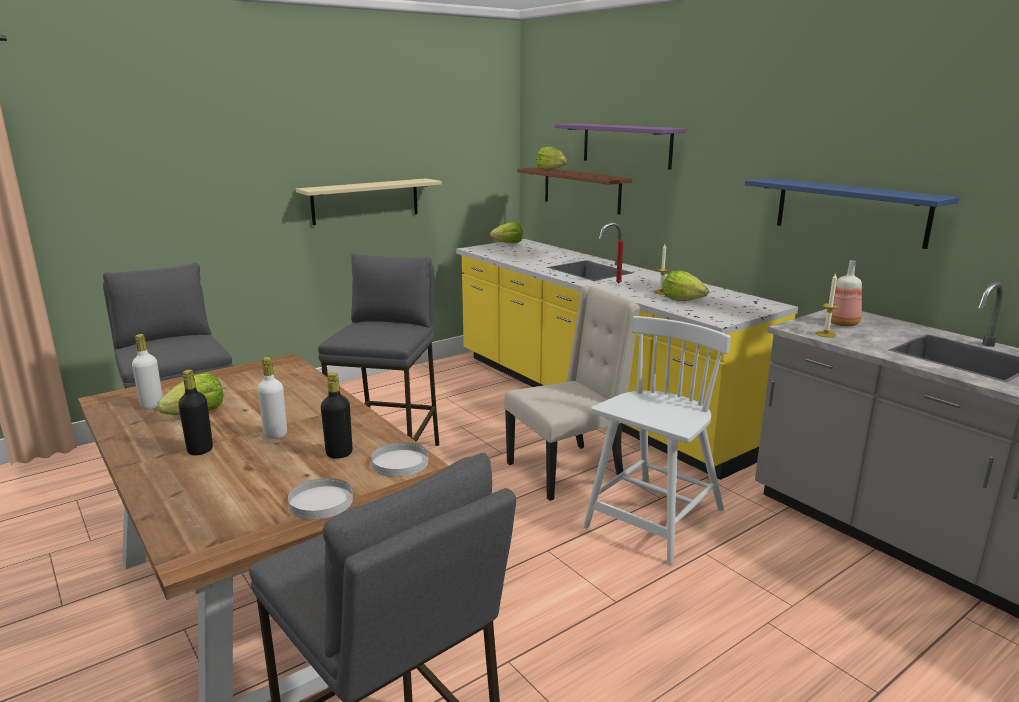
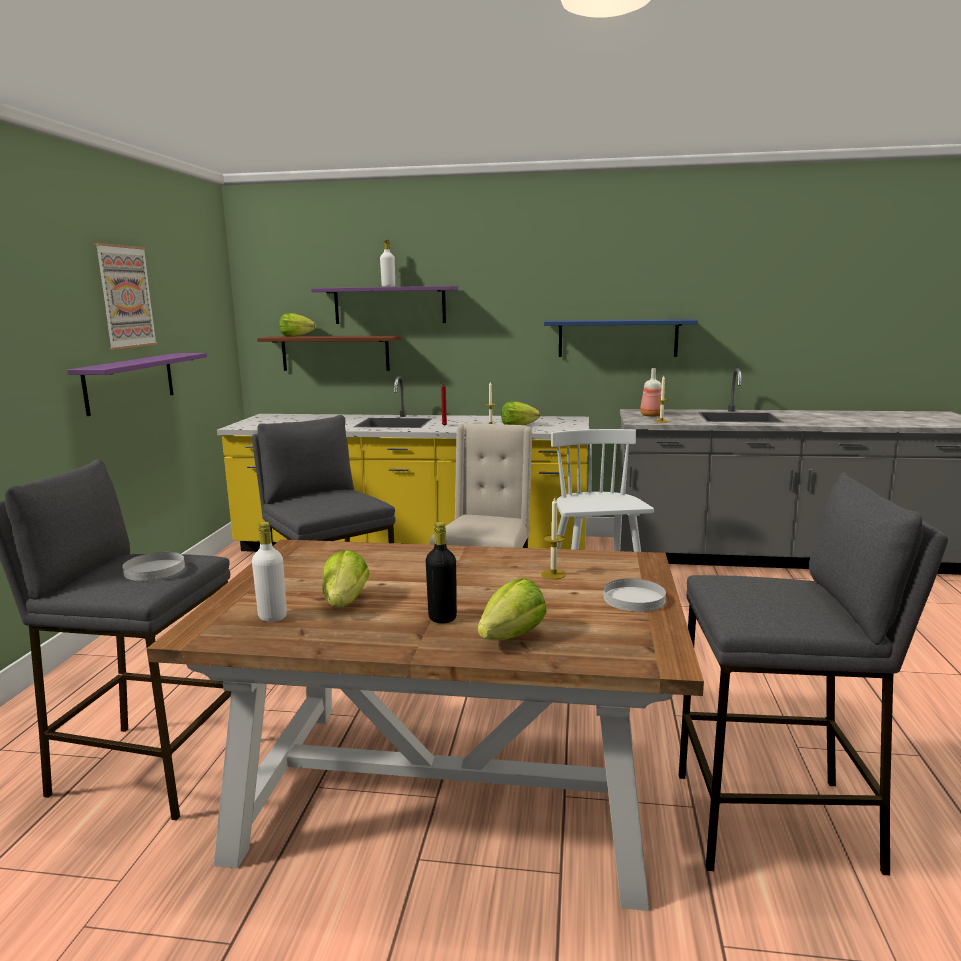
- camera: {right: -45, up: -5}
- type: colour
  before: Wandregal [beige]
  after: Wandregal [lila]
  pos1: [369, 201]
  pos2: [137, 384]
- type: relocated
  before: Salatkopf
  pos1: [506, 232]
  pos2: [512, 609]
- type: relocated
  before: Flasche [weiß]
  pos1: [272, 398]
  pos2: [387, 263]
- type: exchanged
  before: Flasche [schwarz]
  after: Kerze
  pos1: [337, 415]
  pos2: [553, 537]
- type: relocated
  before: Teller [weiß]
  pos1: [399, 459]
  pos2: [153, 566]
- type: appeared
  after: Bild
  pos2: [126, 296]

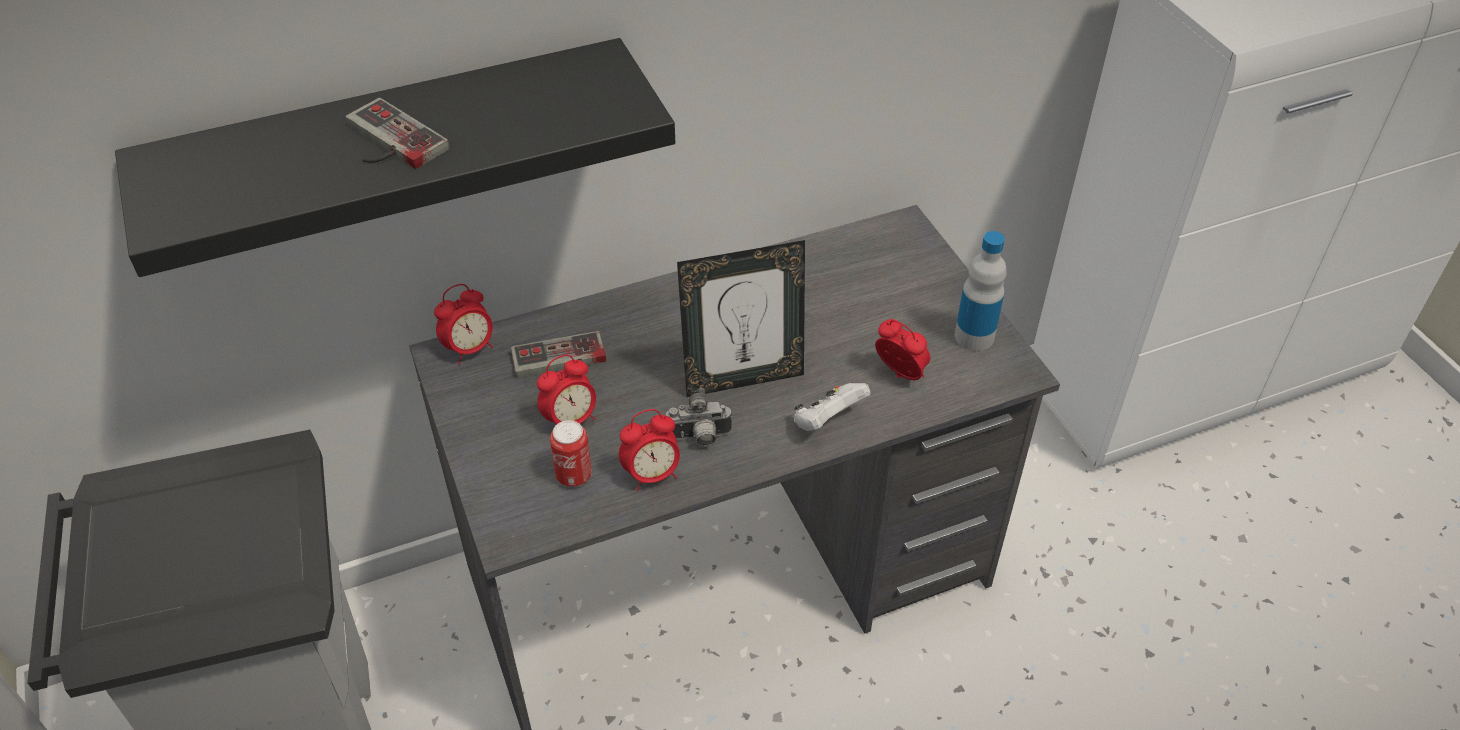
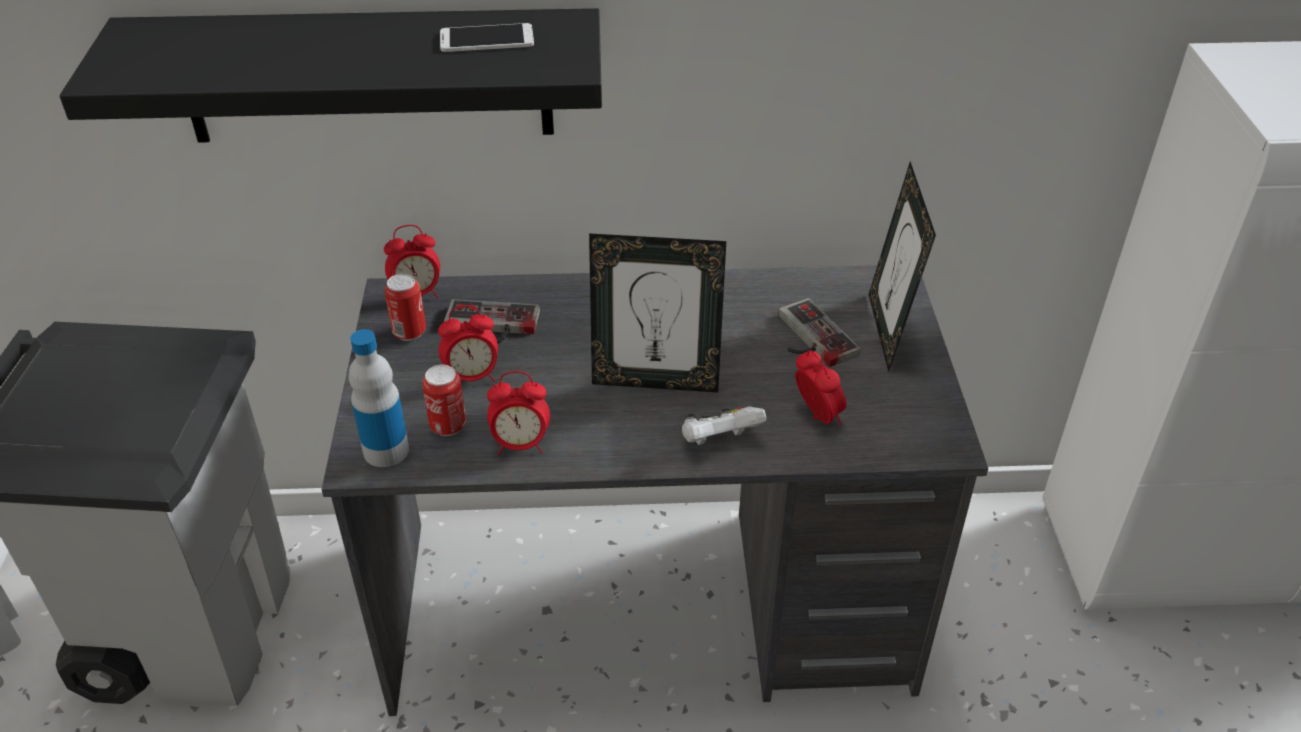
- camera: {right: 20, up: -5}
- type: relocated
  before: Gamepad
  pos1: [398, 133]
  pos2: [819, 332]
- type: relocated
  before: Flasche
  pos1: [981, 291]
  pos2: [379, 398]
- type: missing
  before: Kamera
  pos1: [698, 417]
- type: appeared
  after: Handy
  pos2: [487, 37]
- type: appeared
  after: Bilderrahmen
  pos2: [902, 266]
- type: appeared
  after: Dose
  pos2: [405, 307]

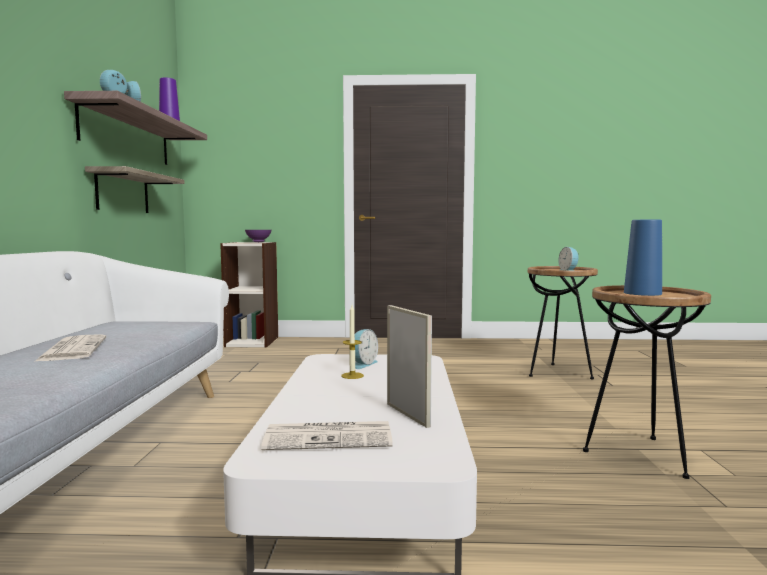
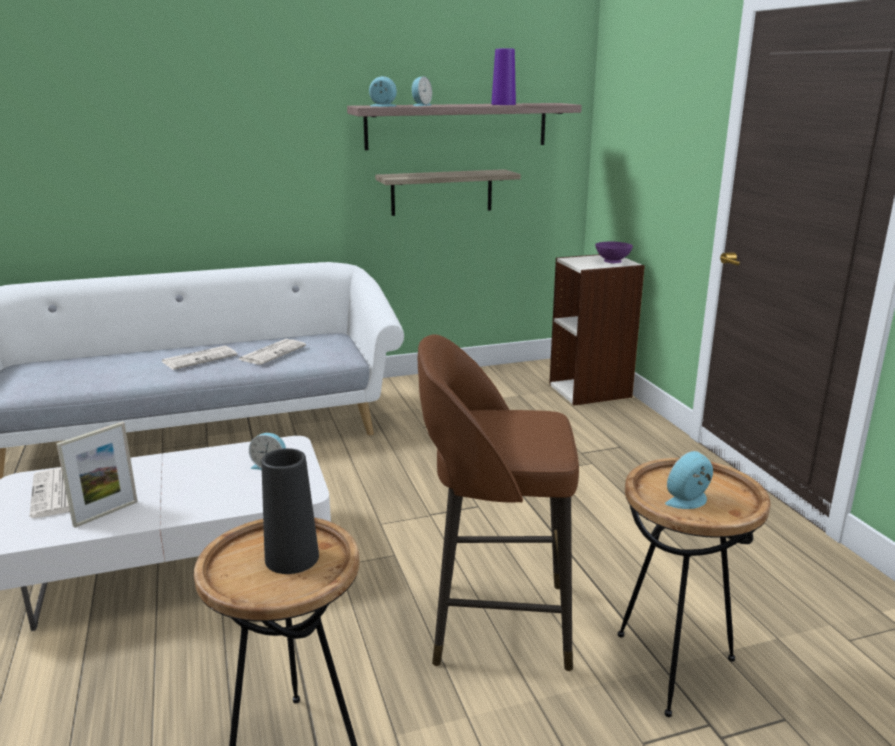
- camera: {right: 70, up: 15}
- type: colour
  before: Vase [blau]
  after: Vase [schwarz]
  pos1: [643, 257]
  pos2: [290, 511]
- type: missing
  before: Kerze
  pos1: [352, 342]
- type: appeared
  after: Hocker [braun]
  pos2: [498, 502]
- type: appeared
  after: Zeitung
  pos2: [271, 352]

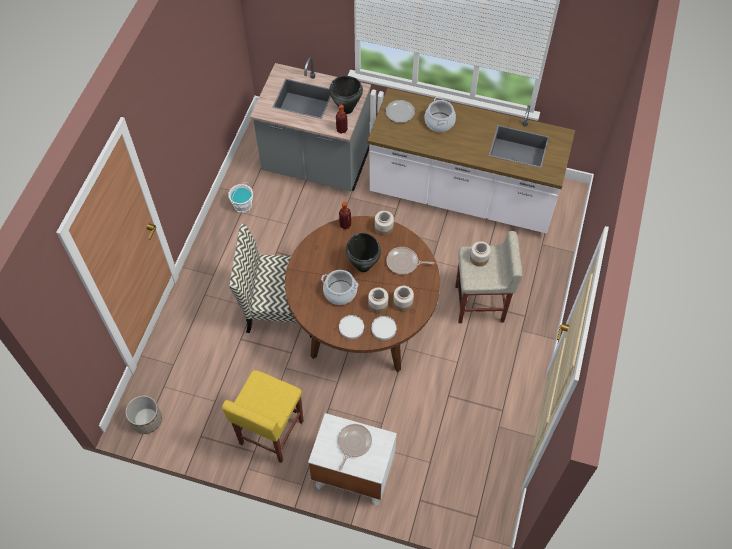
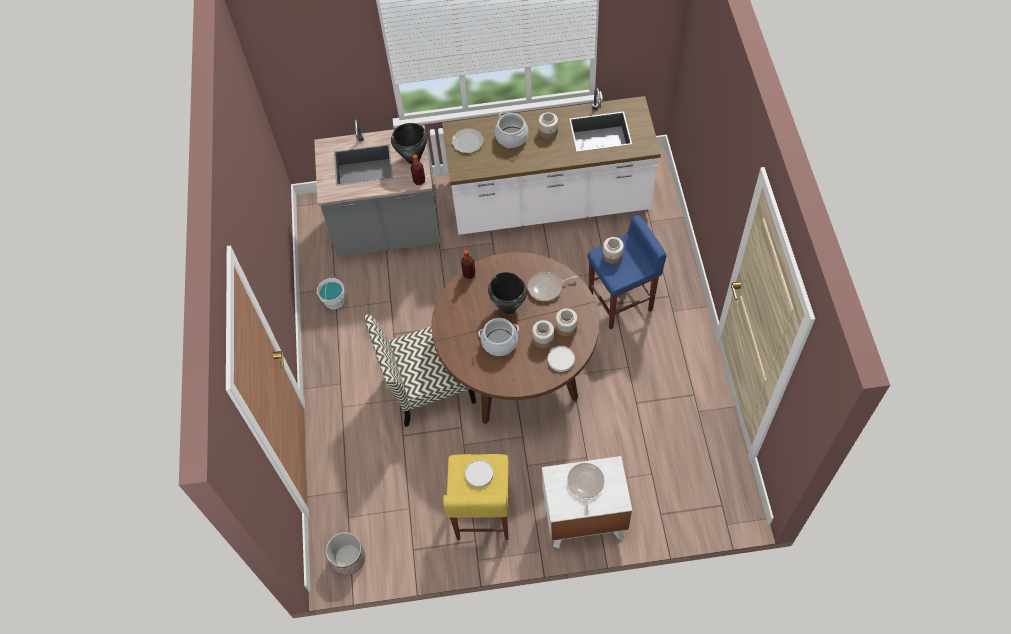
- camera: {right: -20, up: 0}
- type: relocated
  before: Vorratsglas
  pos1: [384, 223]
  pos2: [548, 125]
- type: colour
  before: Hocker [beige]
  after: Hocker [blau]
  pos1: [488, 277]
  pos2: [627, 272]
- type: relocated
  before: Teller [weiß]
  pos1: [351, 327]
  pos2: [479, 474]

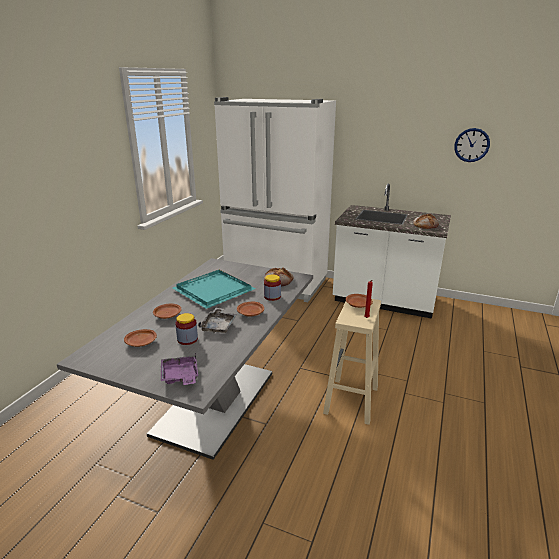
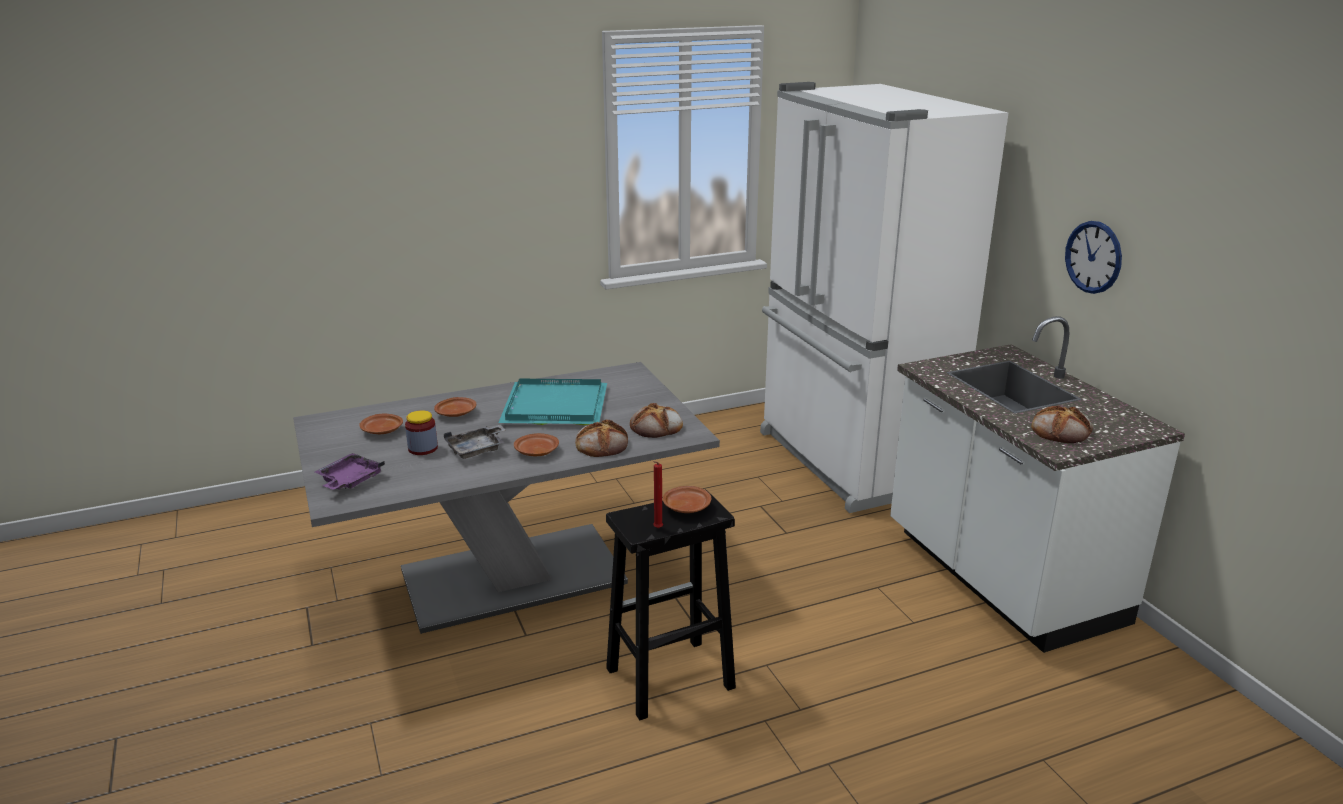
- camera: {right: 45, up: 0}
- type: relocated
  before: Wanduhr
  pos1: [472, 145]
  pos2: [1093, 257]
- type: exchanged
  before: Vorratsglas
  after: Brot
  pos1: [272, 287]
  pos2: [601, 438]
- type: colour
  before: Hocker [beige]
  after: Hocker [schwarz]
  pos1: [352, 362]
  pos2: [671, 604]

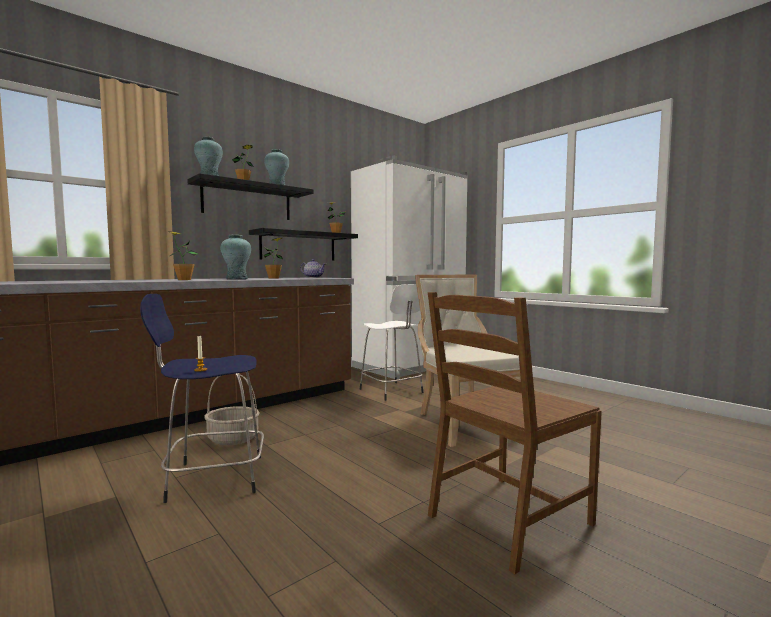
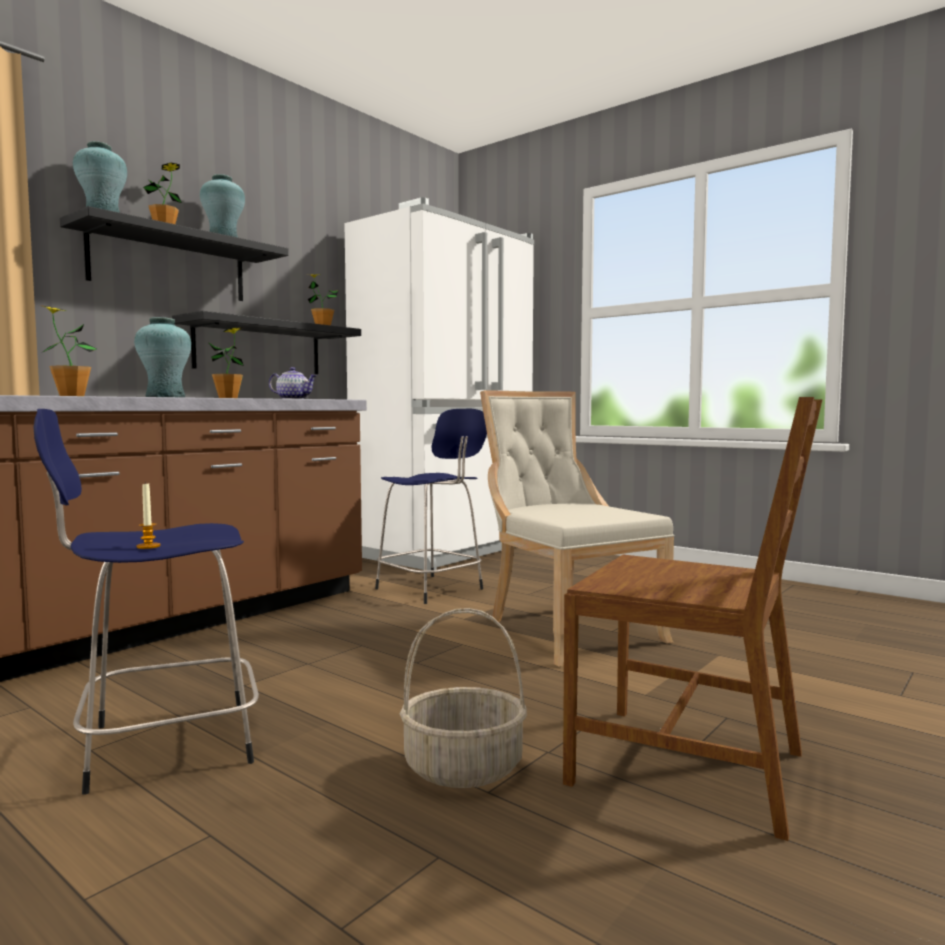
- camera: {right: -10, up: 0}
- type: colour
  before: Hocker [weiß]
  after: Hocker [blau]
  pos1: [392, 342]
  pos2: [431, 506]
- type: spun
  before: Stuhl [braun]
  pos1: [515, 433]
  pos2: [692, 619]
  turn: -105
- type: relocated
  before: Korb
  pos1: [232, 409]
  pos2: [463, 698]

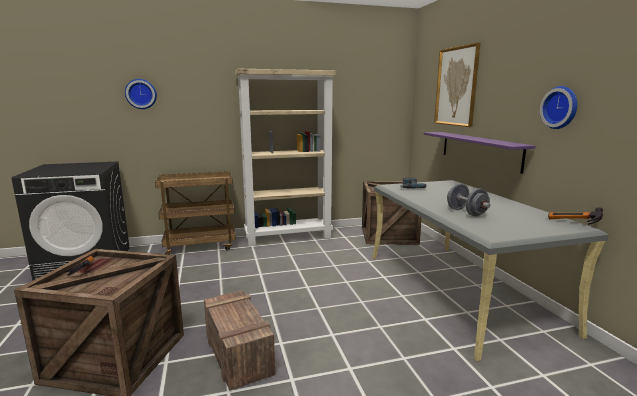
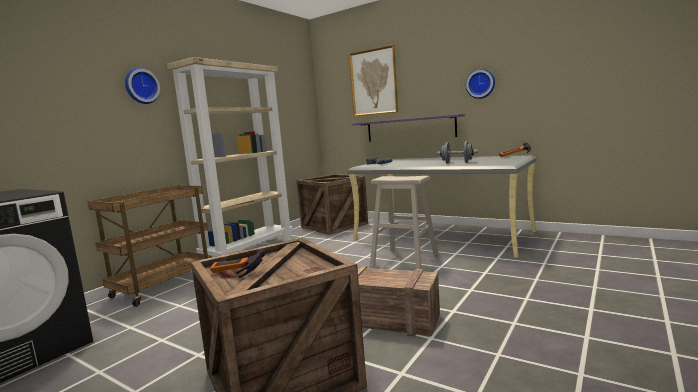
- camera: {right: -40, up: -5}
- type: relocated
  before: Wanduhr
  pos1: [141, 94]
  pos2: [142, 86]
- type: appeared
  after: Hocker [beige]
  pos2: [404, 222]

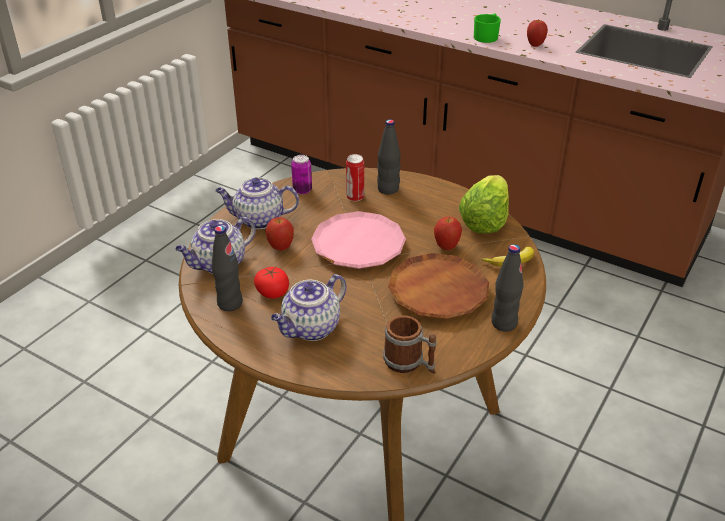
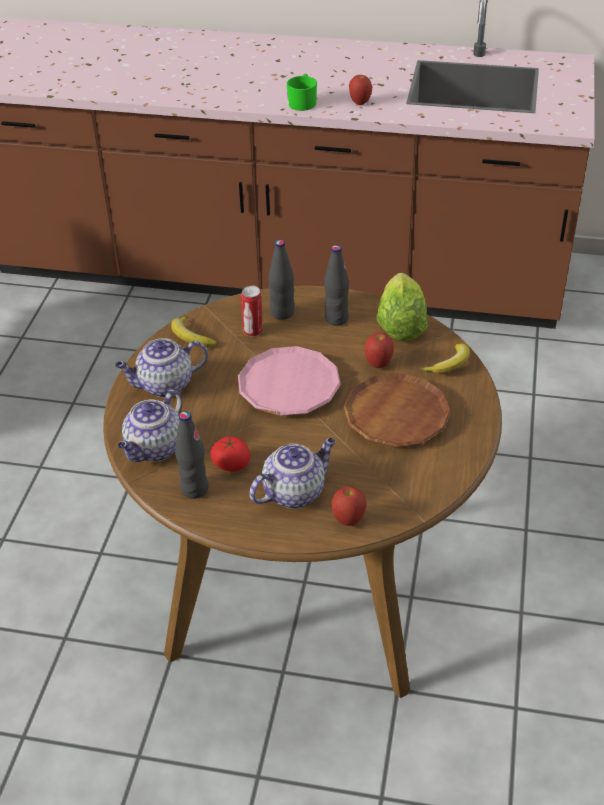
- camera: {right: -20, up: 5}
- type: exchanged
  before: Dose
  after: Banane
  pos1: [301, 174]
  pos2: [194, 332]
- type: relocated
  before: Apfel
  pos1: [280, 234]
  pos2: [349, 506]
- type: relocated
  before: Flasche [schwarz]
  pos1: [507, 288]
  pos2: [336, 285]
- type: spun
  before: Teekanne
  pos1: [309, 307]
  pos2: [292, 473]
  turn: -150
- type: missing
  before: Henkelbecher
  pos1: [410, 344]

